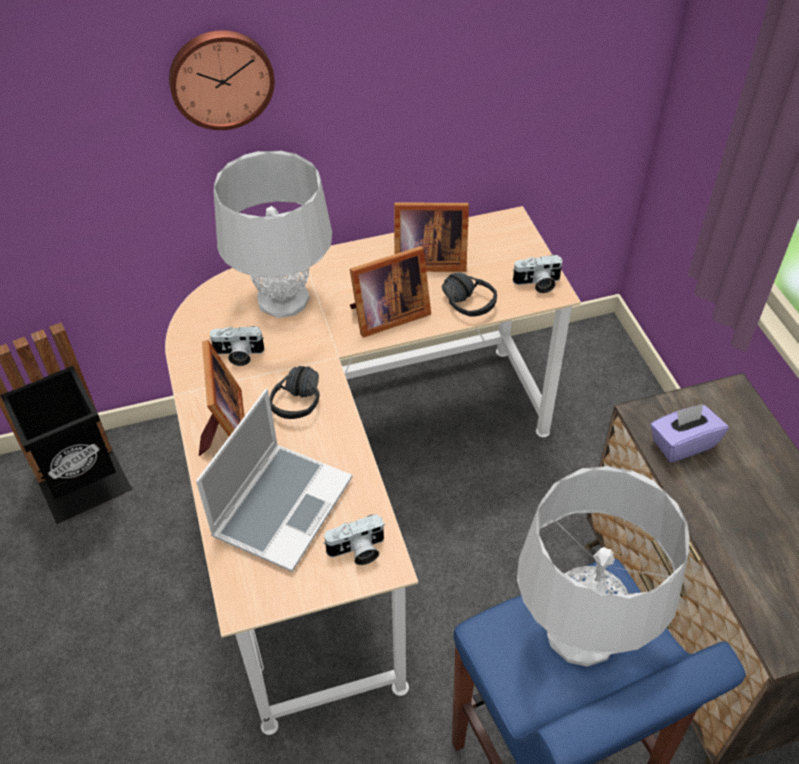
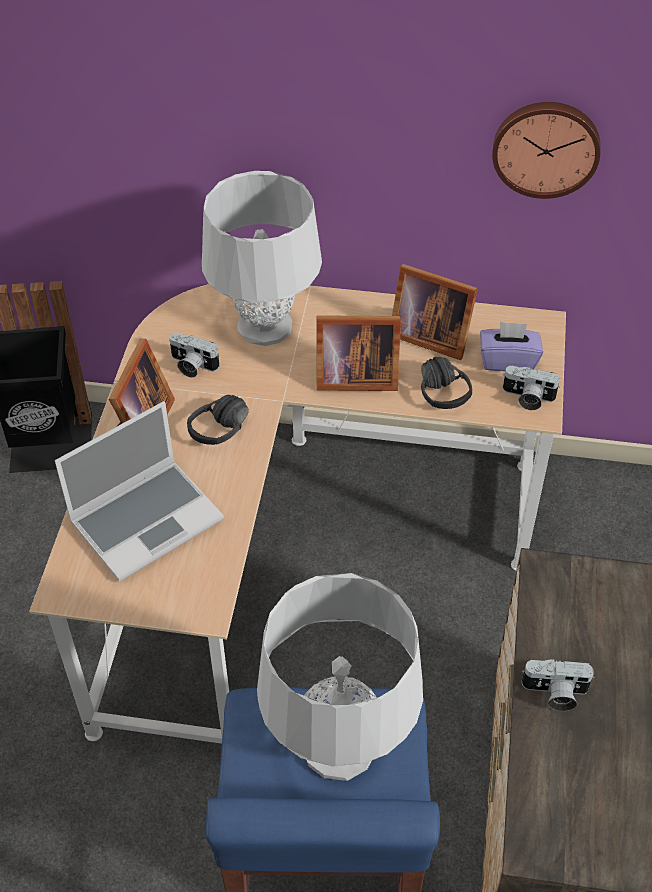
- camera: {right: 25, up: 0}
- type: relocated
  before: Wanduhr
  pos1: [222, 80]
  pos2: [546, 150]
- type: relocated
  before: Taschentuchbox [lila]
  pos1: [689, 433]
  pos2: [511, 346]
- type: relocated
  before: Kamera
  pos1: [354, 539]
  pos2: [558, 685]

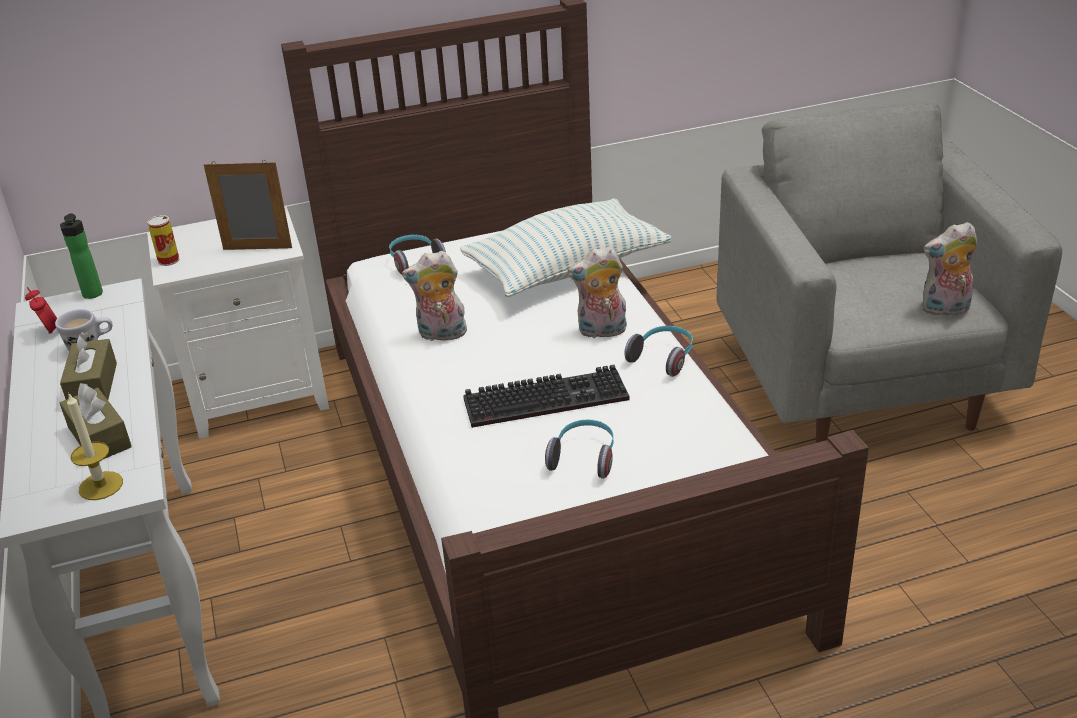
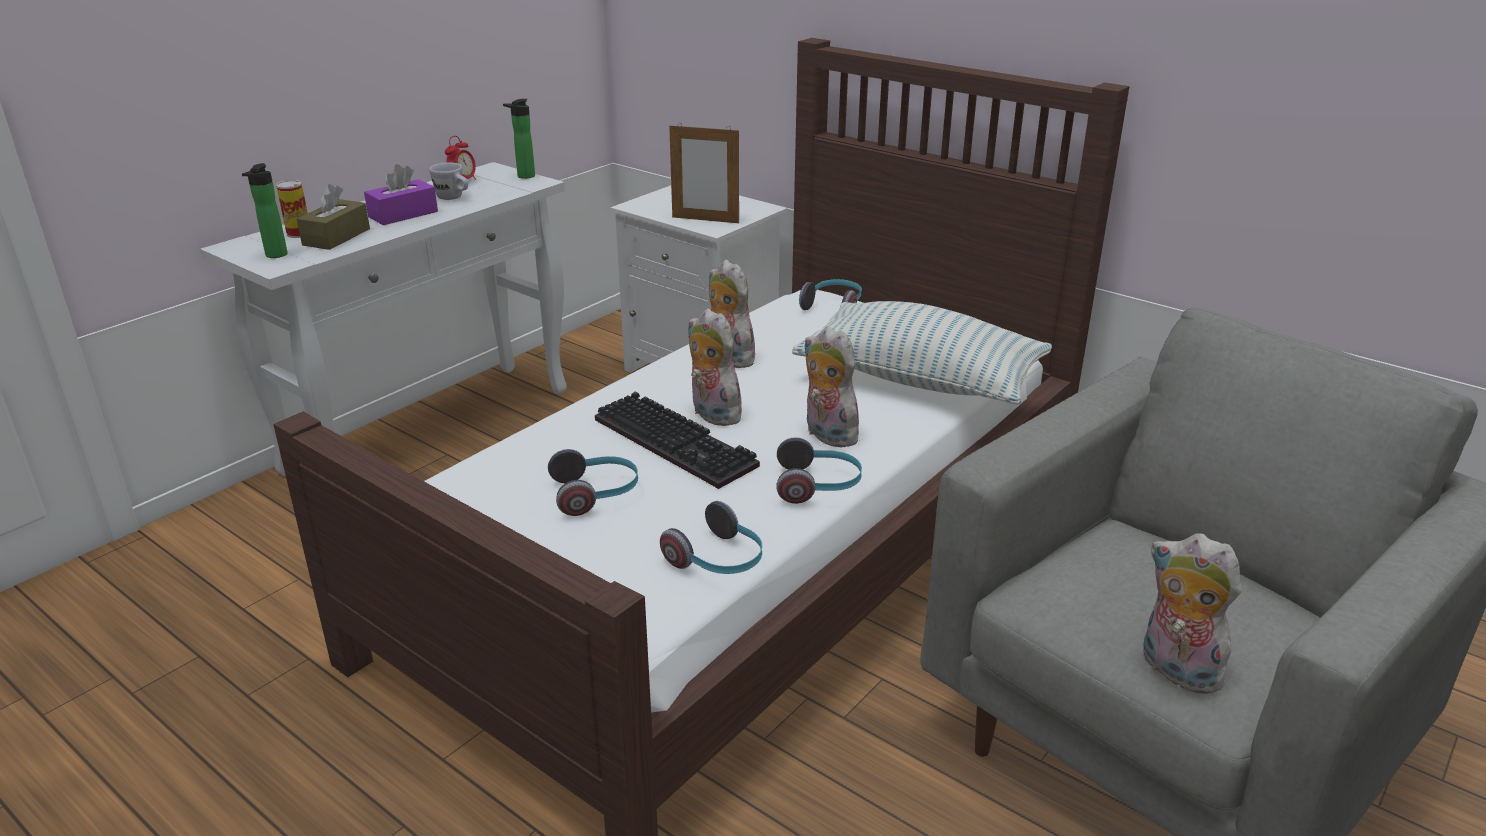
- camera: {right: 55, up: -5}
- type: spun
  before: Bilderrahmen
  pos1: [248, 205]
  pos2: [704, 173]
  turn: 135
- type: relocated
  before: Dose
  pos1: [163, 240]
  pos2: [292, 209]
- type: colour
  before: Taschentuchbox [braun]
  after: Taschentuchbox [lila]
  pos1: [88, 366]
  pos2: [401, 194]
- type: exchanged
  before: Kerze
  after: Flasche
  pos1: [95, 446]
  pos2: [265, 210]
- type: appeared
  after: Plüschtier
  pos2: [717, 367]
- type: appeared
  after: Kopfhörer
  pos2: [711, 537]

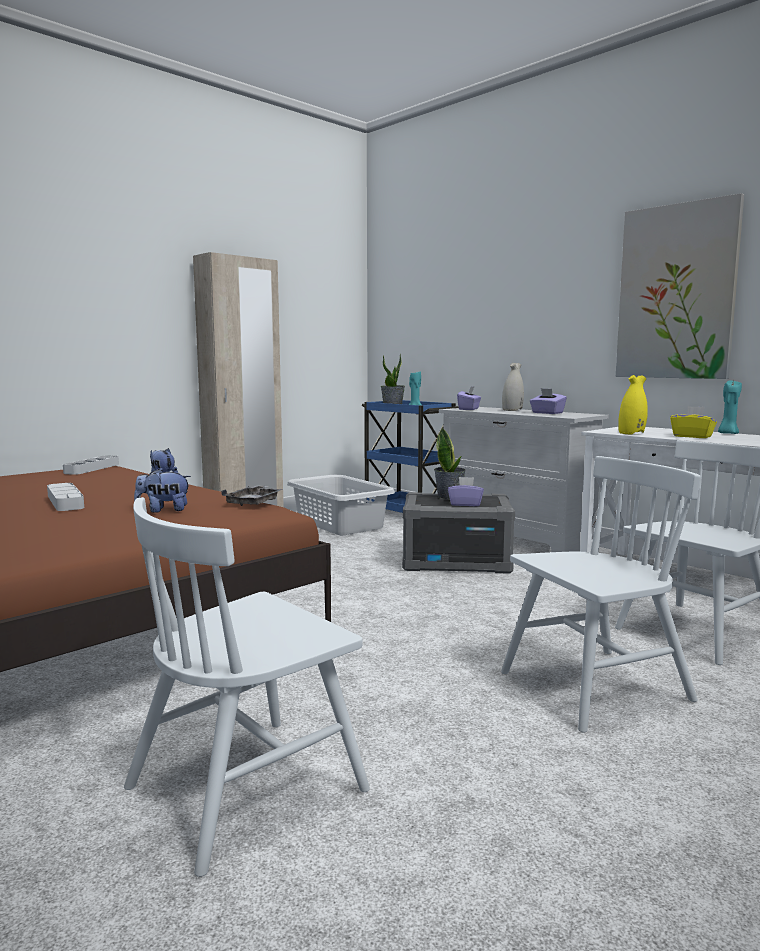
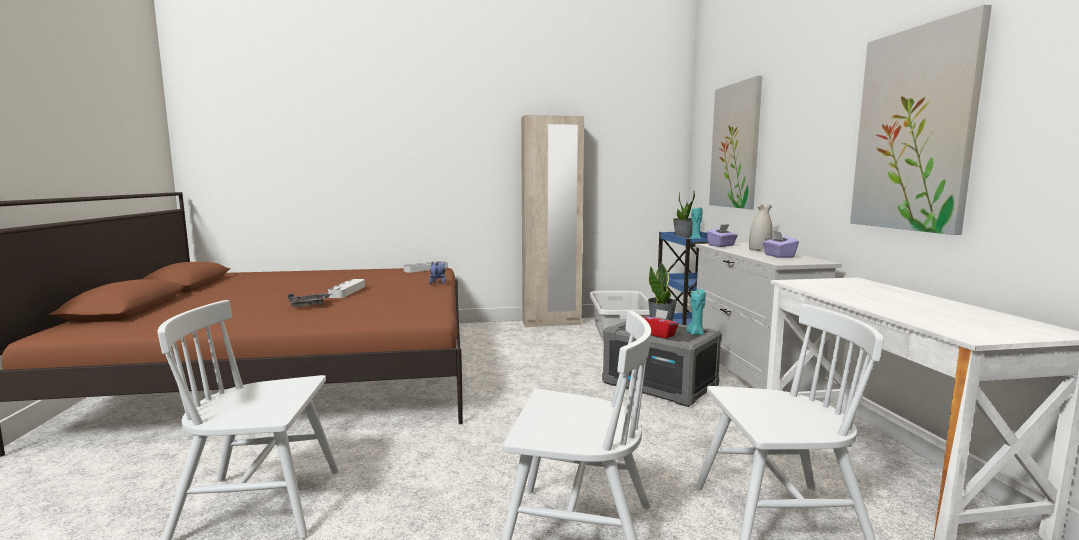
- camera: {right: 35, up: 0}
- type: missing
  before: Vase [gelb]
  pos1: [633, 404]
- type: relocated
  before: Kerze [türkis]
  pos1: [730, 407]
  pos2: [696, 311]
- type: missing
  before: Taschentuchbox [gelb]
  pos1: [693, 422]
- type: missing
  before: Plüschtier
  pos1: [162, 491]
- type: colour
  before: Taschentuchbox [lila]
  after: Taschentuchbox [rot]
  pos1: [466, 491]
  pos2: [661, 324]
- type: relocated
  before: Tablett [grau]
  pos1: [252, 495]
  pos2: [310, 300]
- type: appeared
  after: Bild
  pos2: [735, 142]

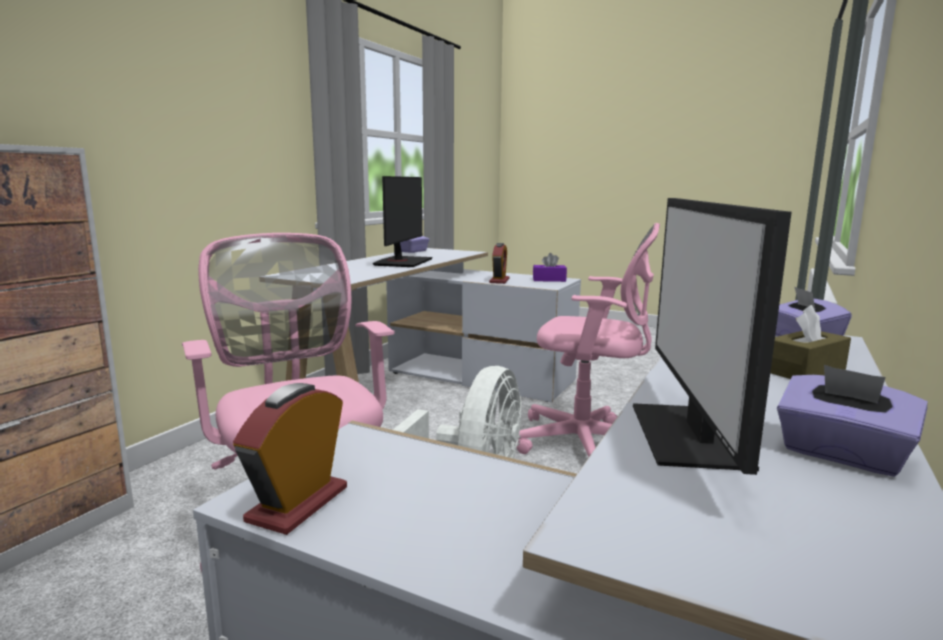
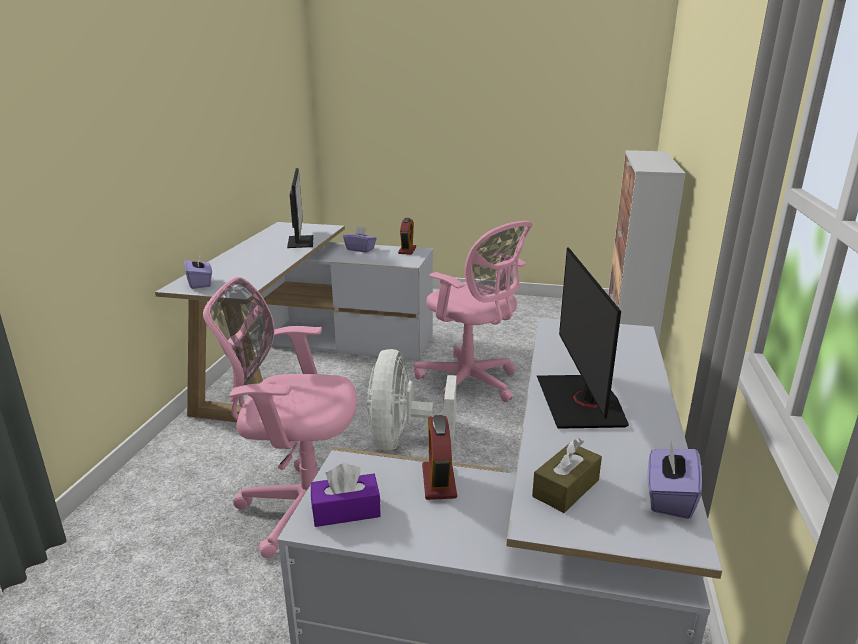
- camera: {right: 165, up: 10}
- type: relocated
  before: Taschentuchbox [braun]
  pos1: [810, 342]
  pos2: [567, 475]
- type: relocated
  before: Taschentuchbox [lila]
  pos1: [852, 421]
  pos2: [360, 239]

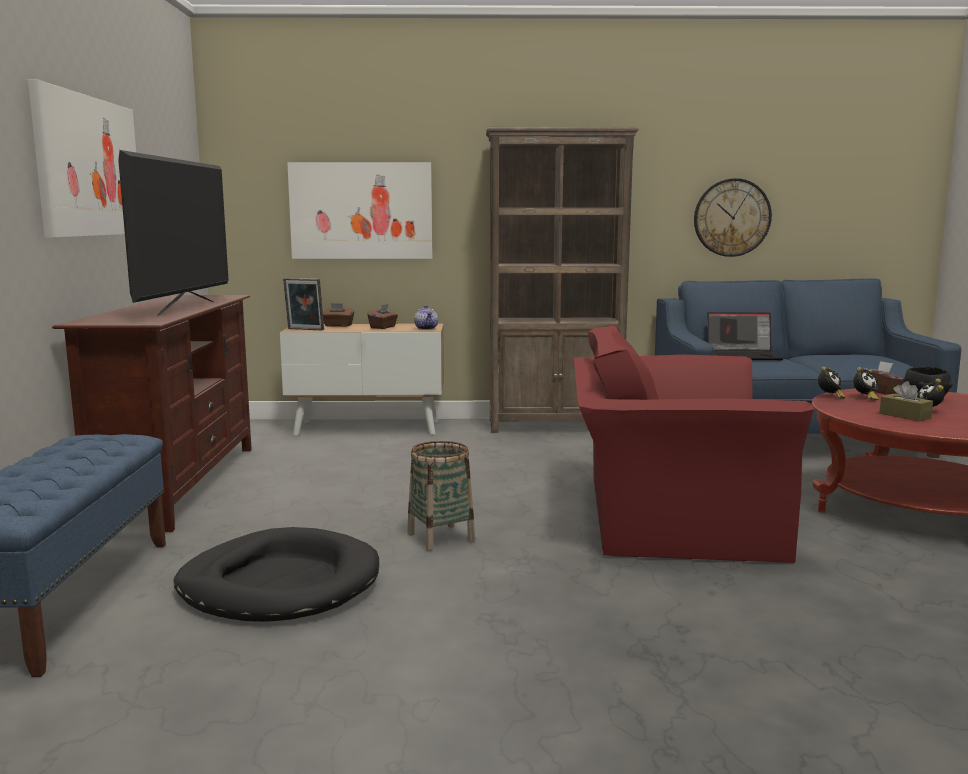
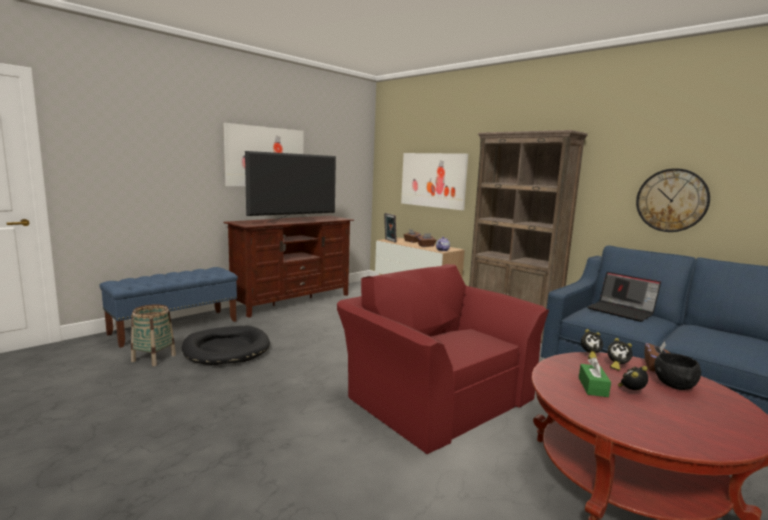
- camera: {right: 45, up: 0}
- type: colour
  before: Taschentuchbox [braun]
  after: Taschentuchbox [grün]
  pos1: [906, 401]
  pos2: [595, 377]
- type: relocated
  before: Korb
  pos1: [441, 496]
  pos2: [153, 335]

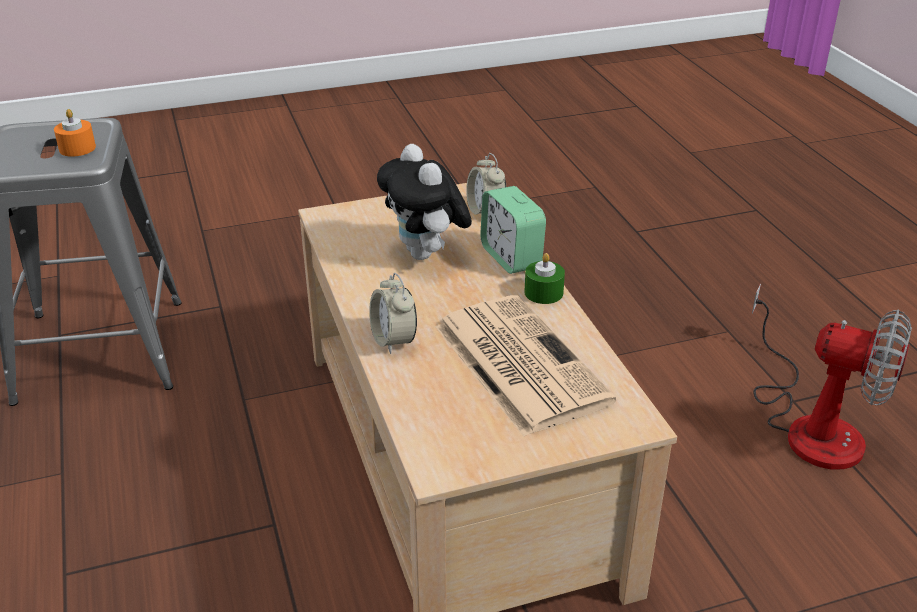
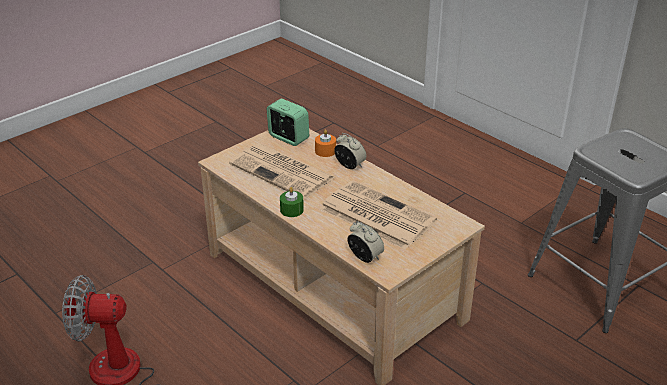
- camera: {right: 155, up: 0}
- type: relocated
  before: Kerze [orange]
  pos1: [75, 133]
  pos2: [325, 143]
- type: exchanged
  before: Plüschtier
  after: Zeitung
  pos1: [424, 202]
  pos2: [378, 215]
- type: relocated
  before: Wecker
  pos1: [513, 230]
  pos2: [288, 122]

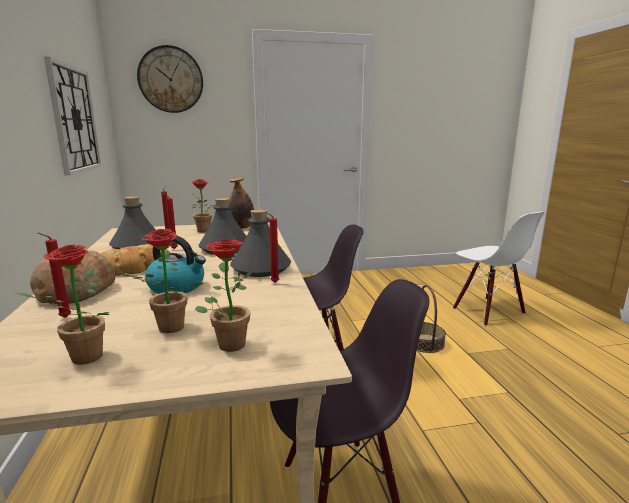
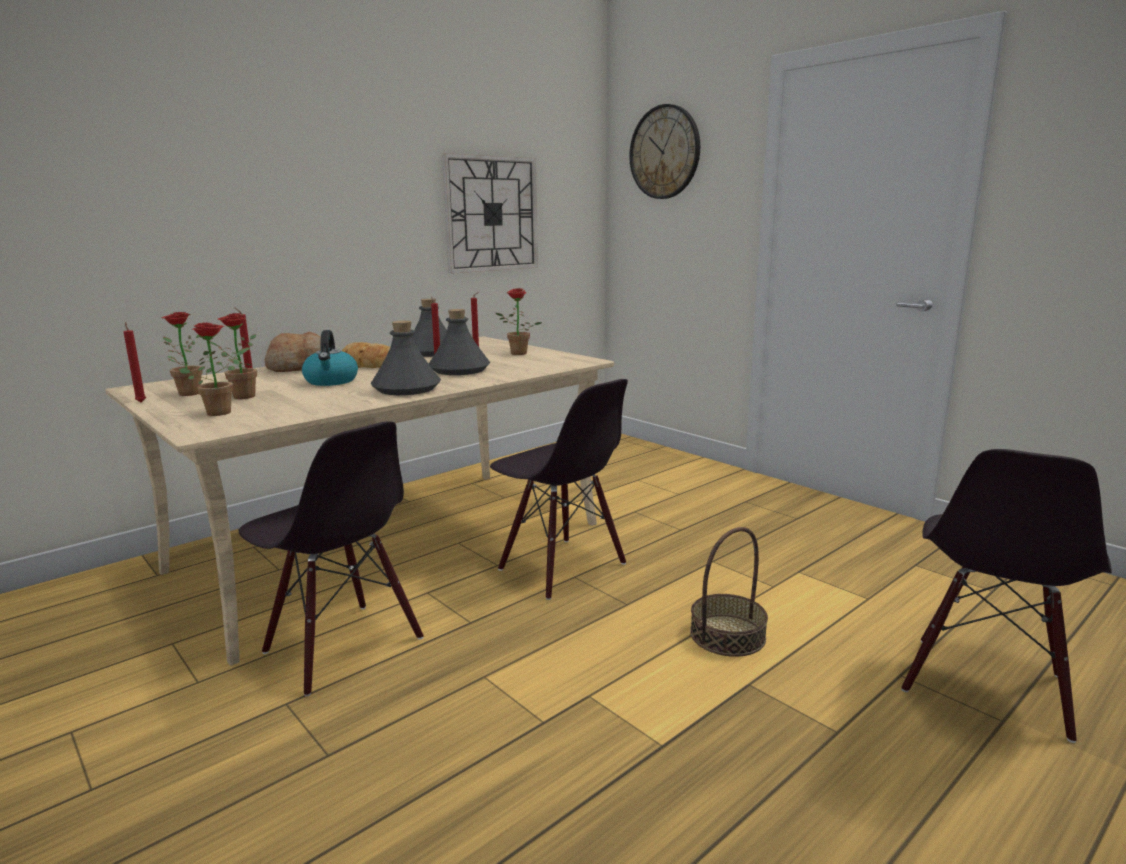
- camera: {right: 60, up: 0}
- type: missing
  before: Flasche
  pos1: [241, 203]
- type: colour
  before: Stuhl [weiß]
  after: Stuhl [schwarz]
  pos1: [499, 268]
  pos2: [1006, 596]
- type: relocated
  before: Kerze [rot]
  pos1: [272, 247]
  pos2: [135, 362]

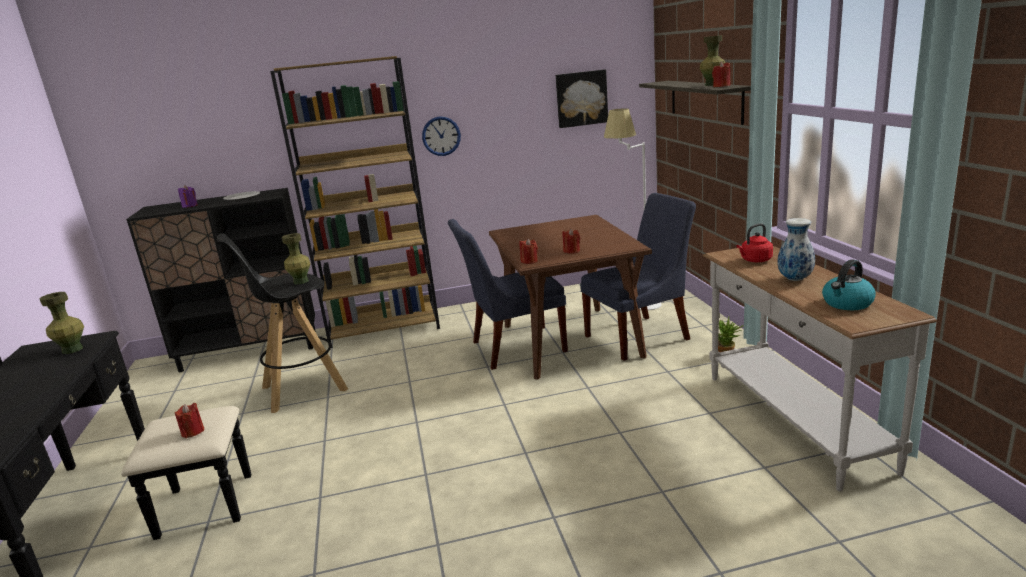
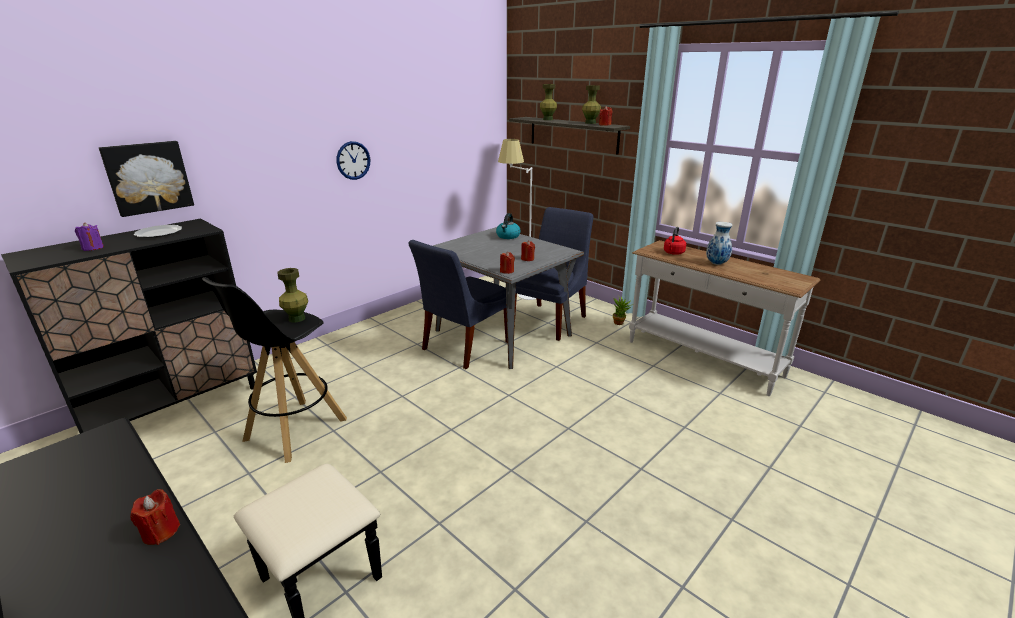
- camera: {right: -35, up: 5}
- type: missing
  before: Bücherregal [braun]
  pos1: [355, 202]
- type: relocated
  before: Bild
  pos1: [582, 98]
  pos2: [146, 179]
- type: colour
  before: Esstisch [braun]
  after: Esstisch [grau]
  pos1: [570, 297]
  pos2: [508, 298]
- type: relocated
  before: Wasserkessel
  pos1: [849, 284]
  pos2: [508, 226]
- type: relocated
  before: Vase [grün]
  pos1: [62, 323]
  pos2: [548, 102]
- type: relocated
  before: Kerze [rot]
  pos1: [189, 420]
  pos2: [155, 517]

